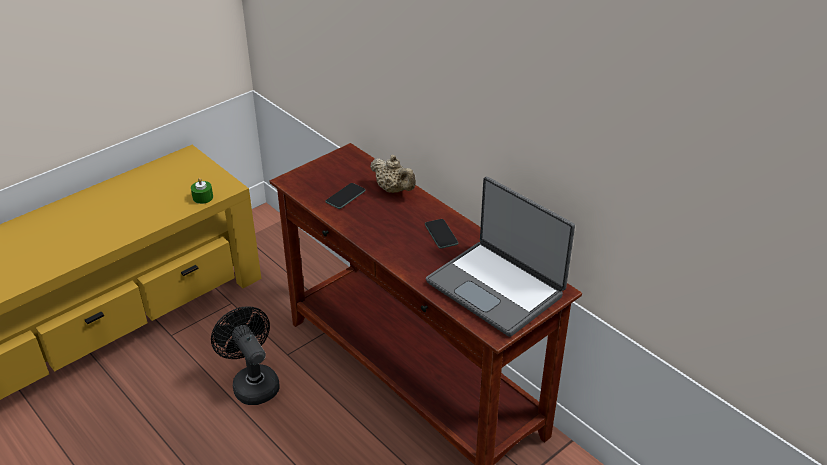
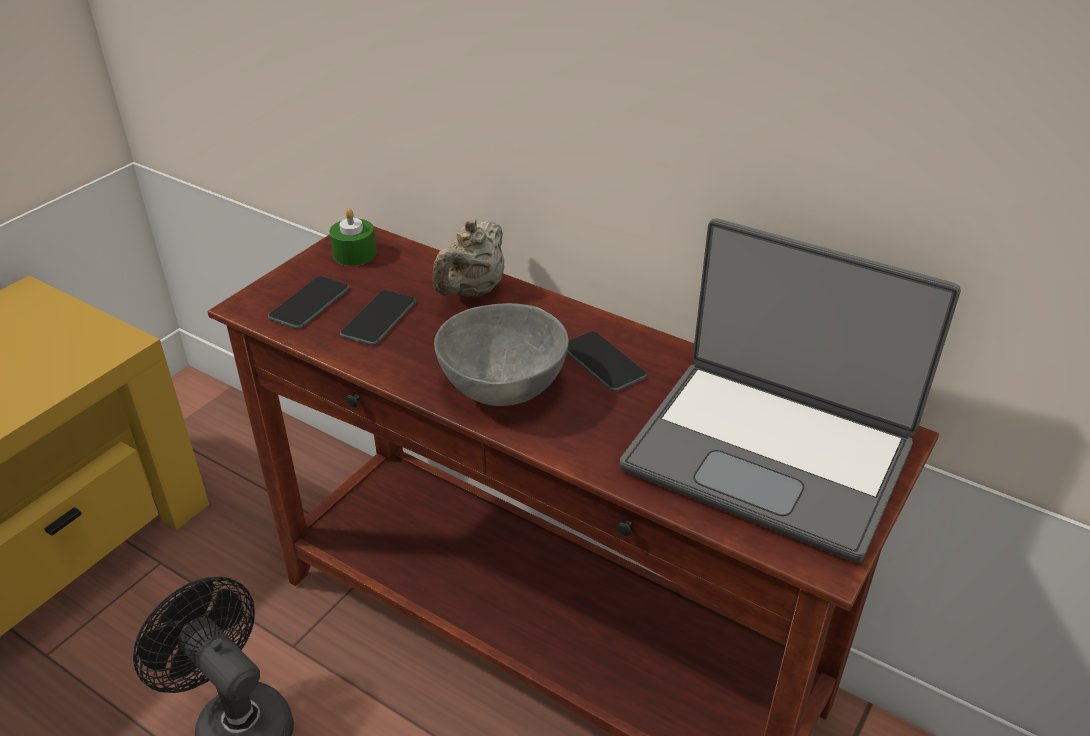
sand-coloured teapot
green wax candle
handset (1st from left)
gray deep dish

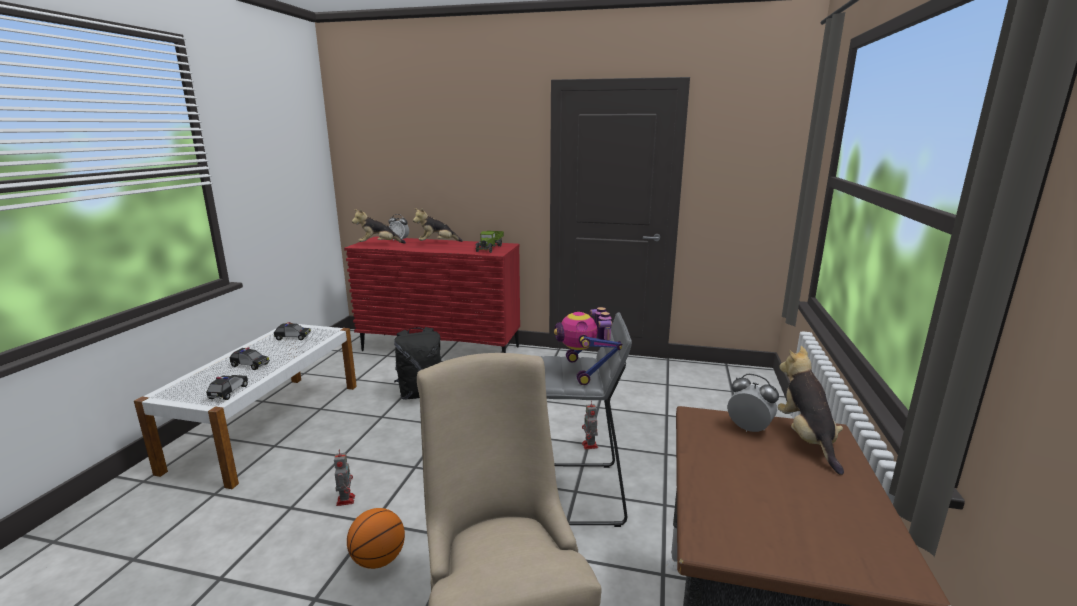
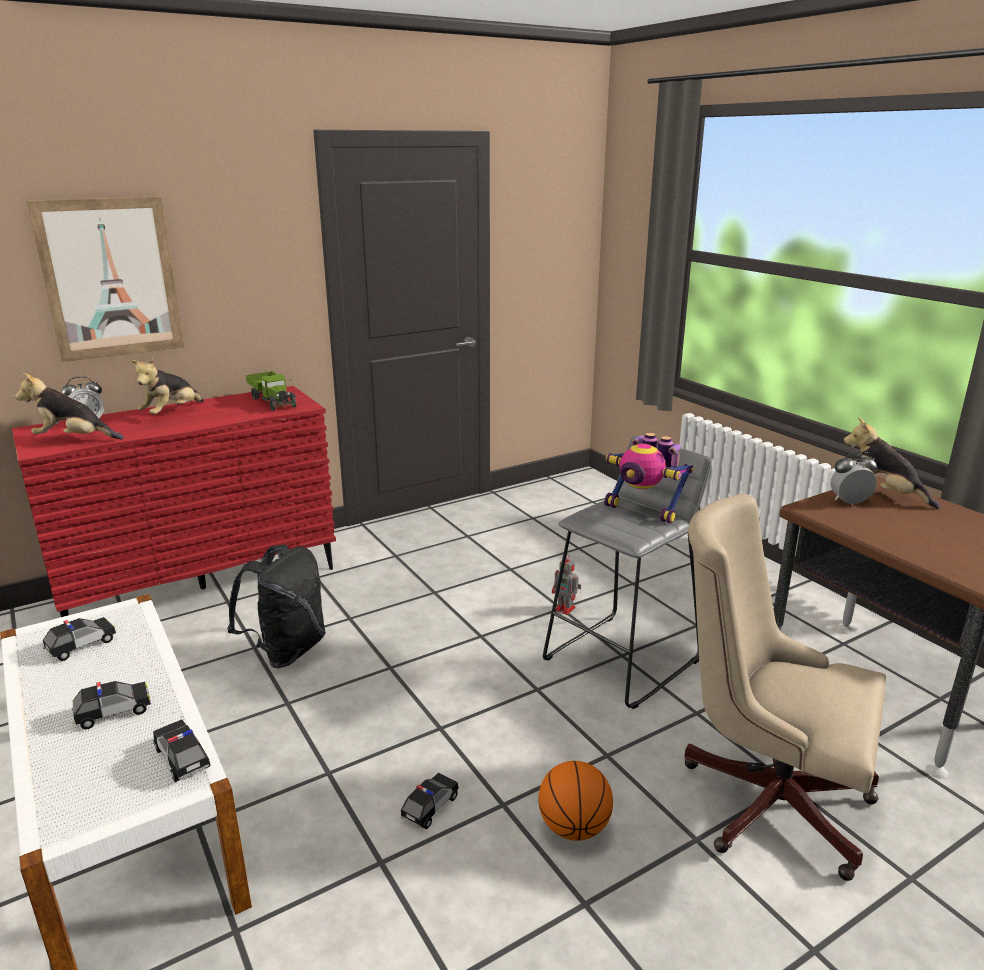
plush toy (1st from left)
model car (4th from left)
wall art

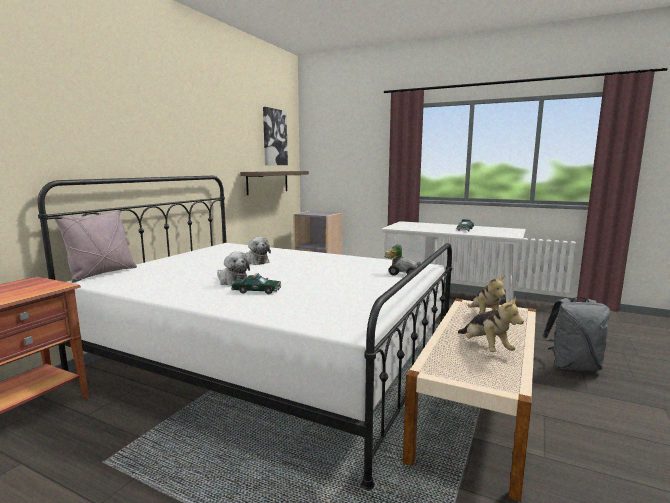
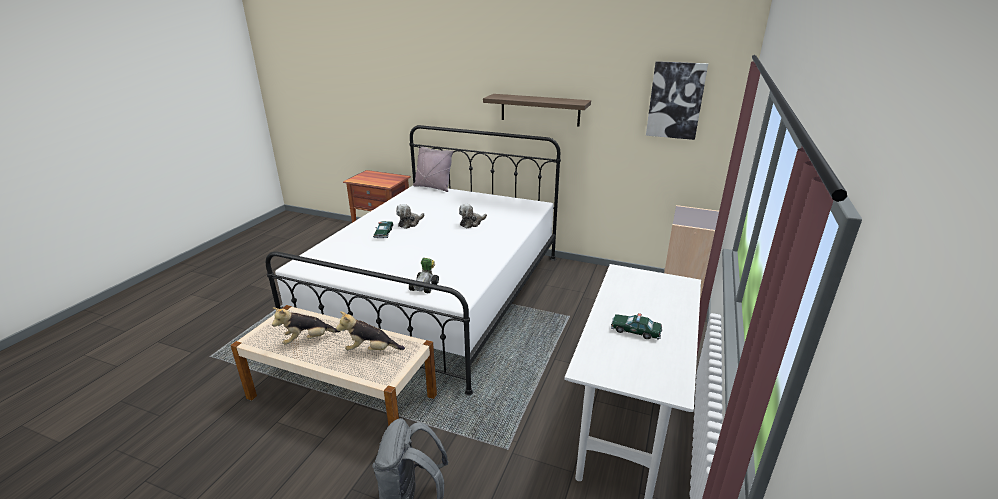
shelf

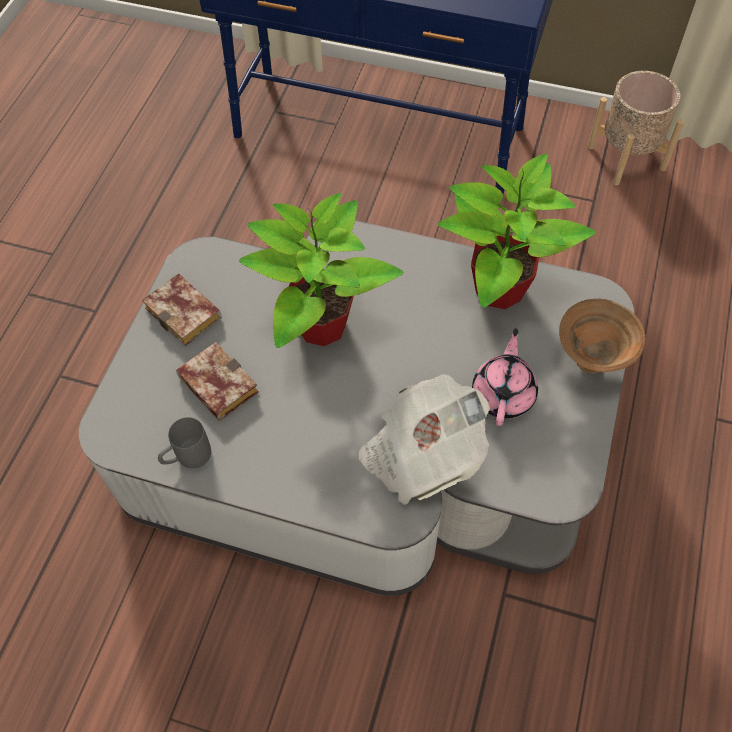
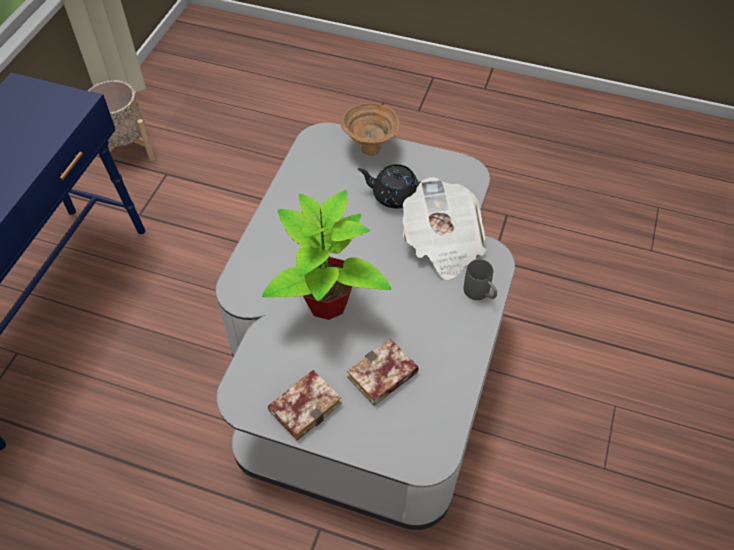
houseplant (2nd from left in the first image)
black teapot
gray tea mug

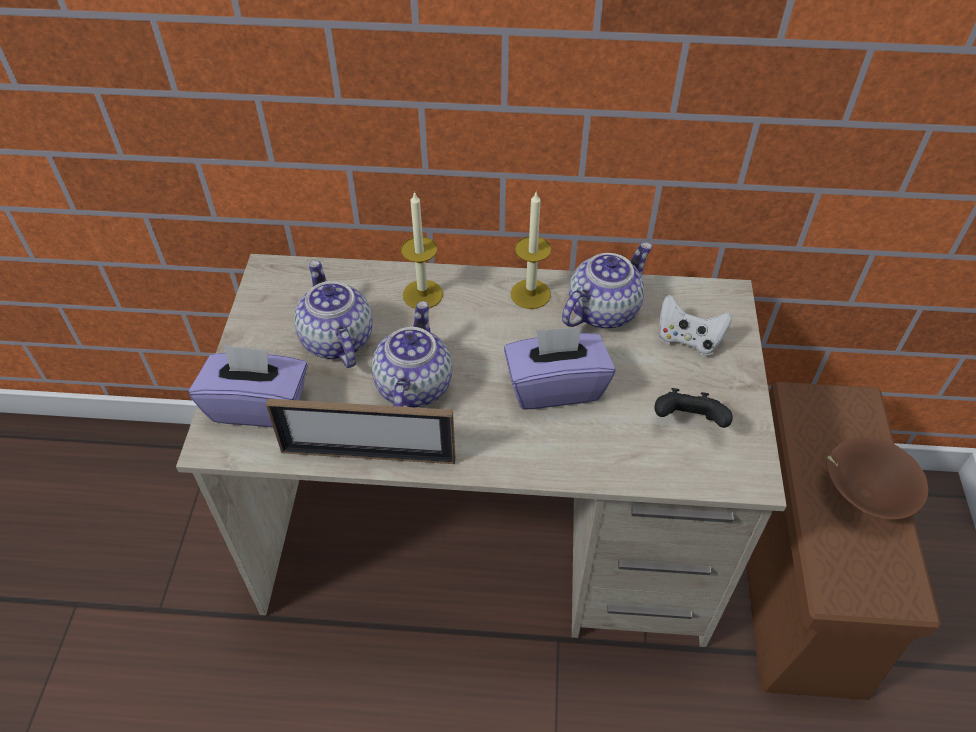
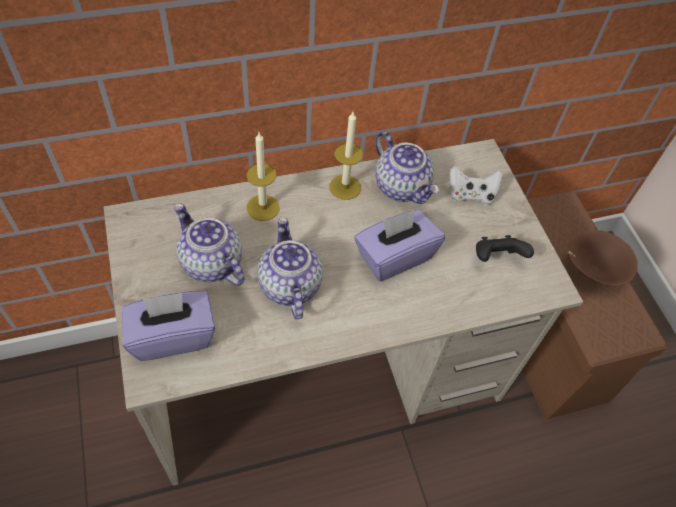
teapot (3rd from left)
photo frame

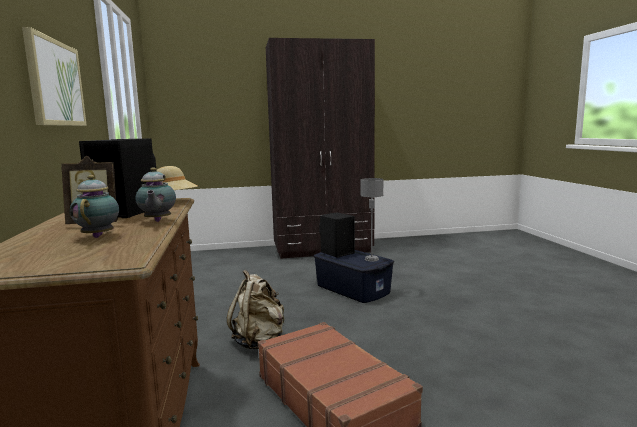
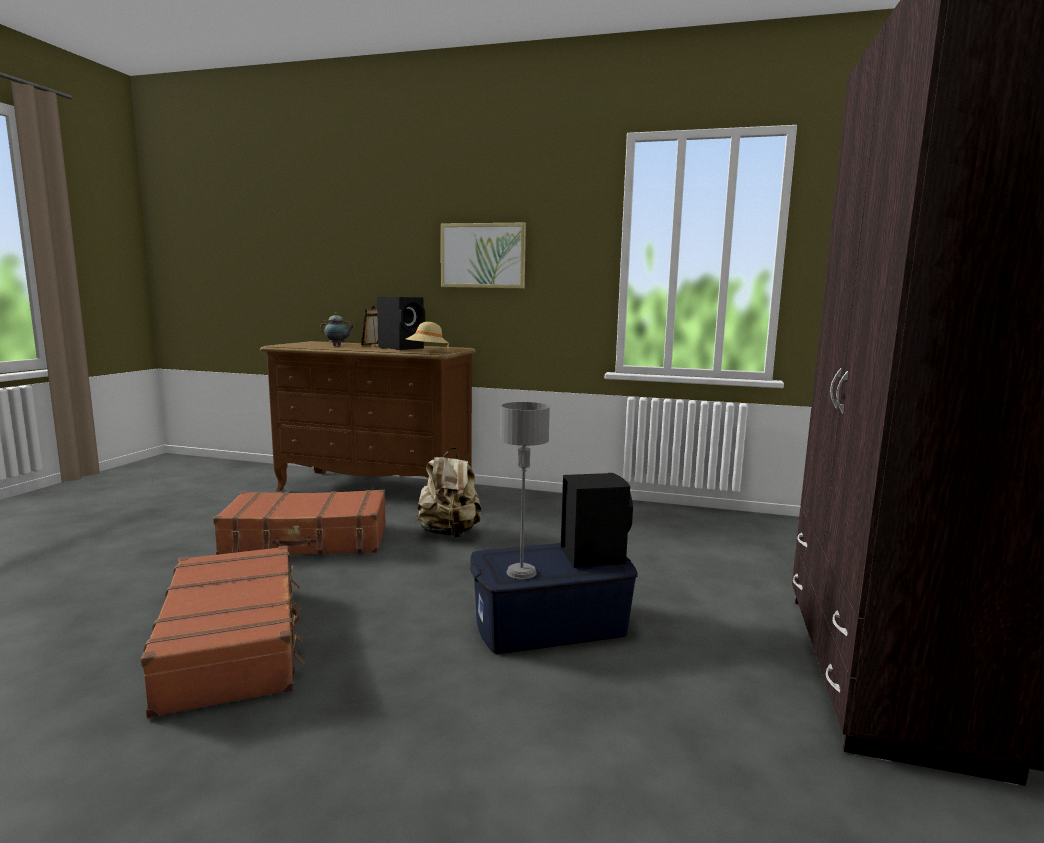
teapot (2nd from left in the first image)
brownish travel case (1st from left)

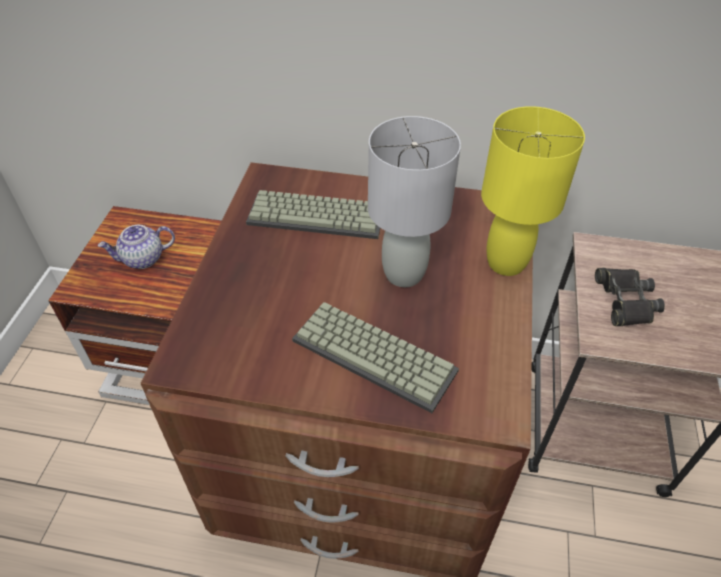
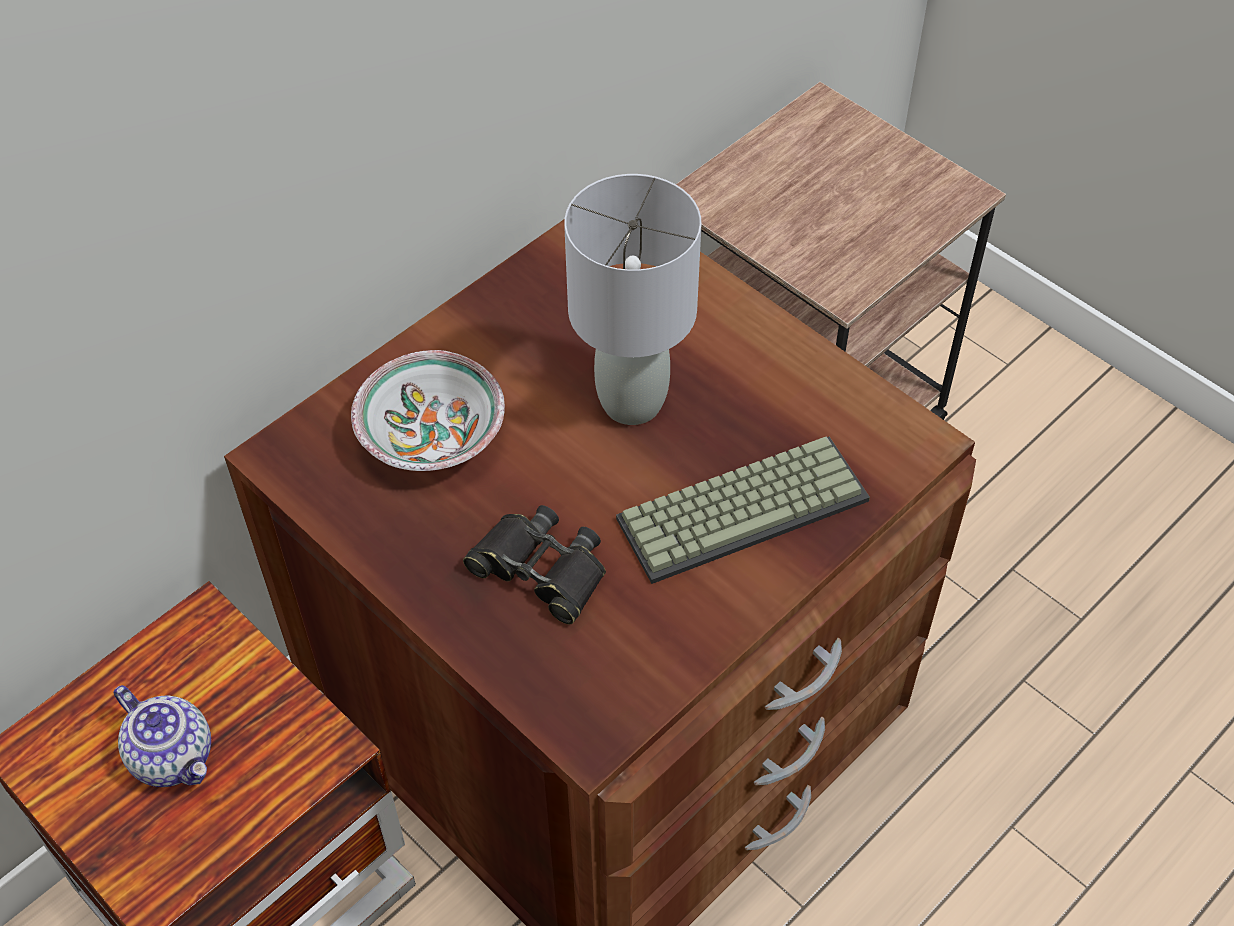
yellow-coloured lamp for a table
deep dish
teapot
black field glasses

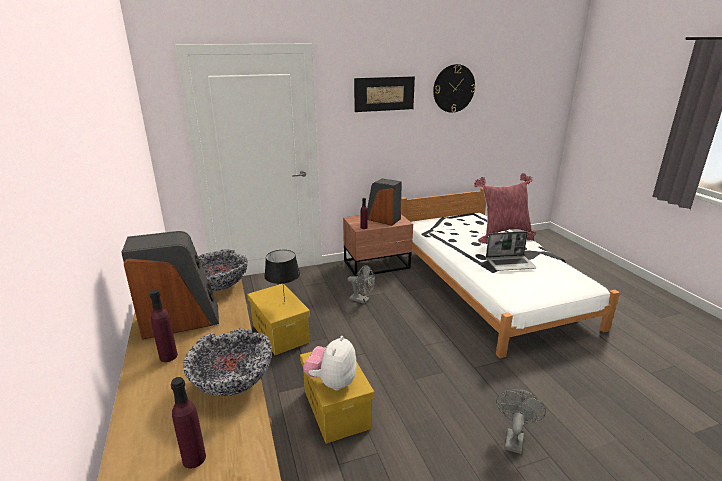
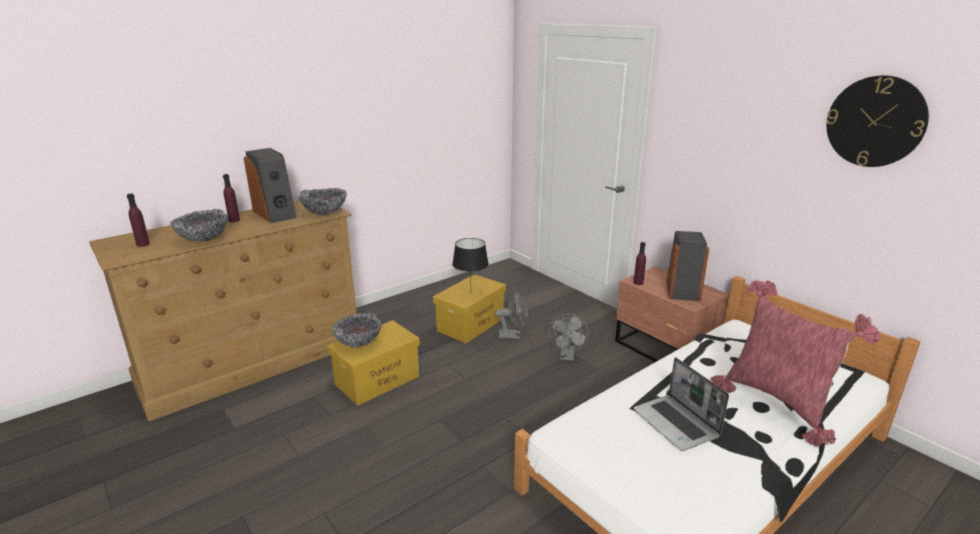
wall art
deep dish (3rd from left)
gray cooling fan (1st from left)

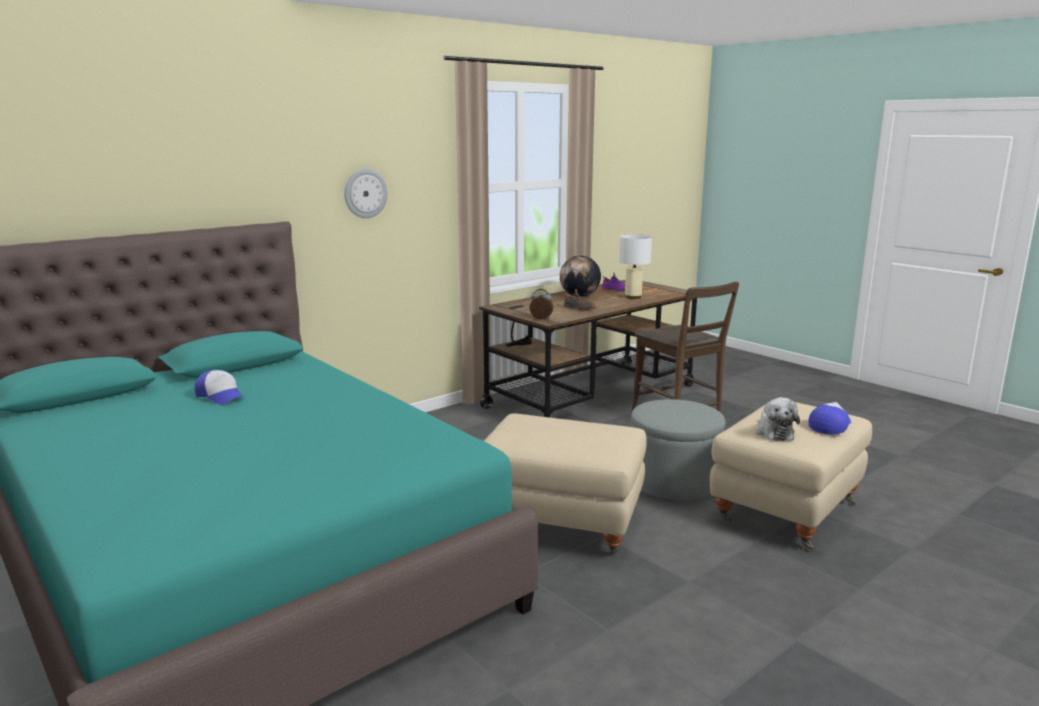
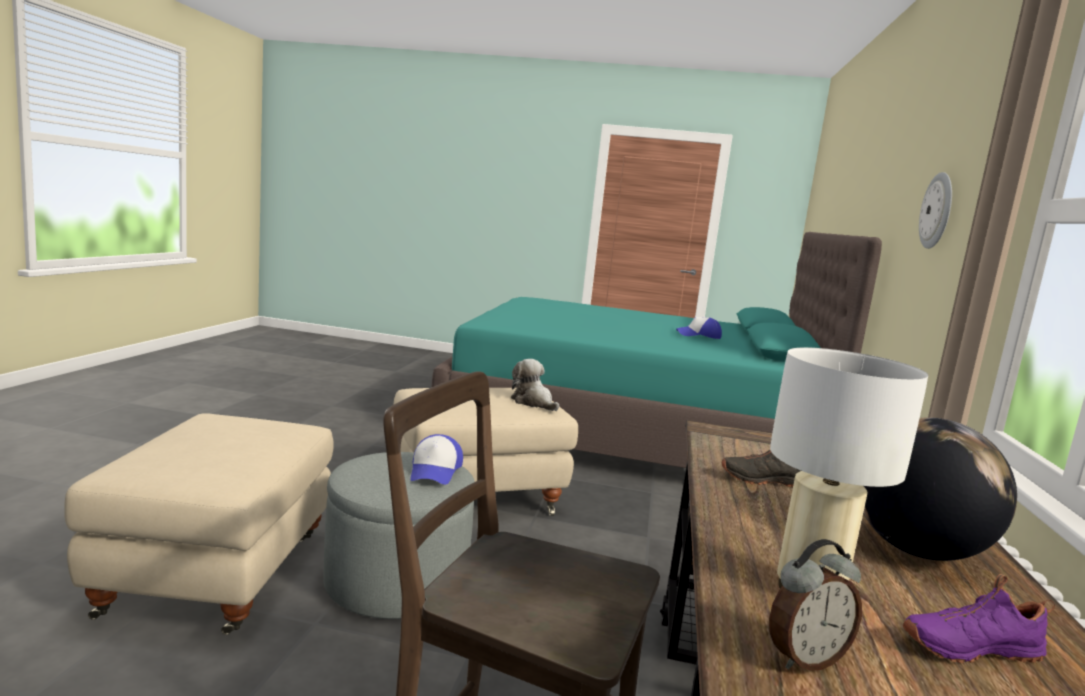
table clock
plush toy
cap (1st from left)

